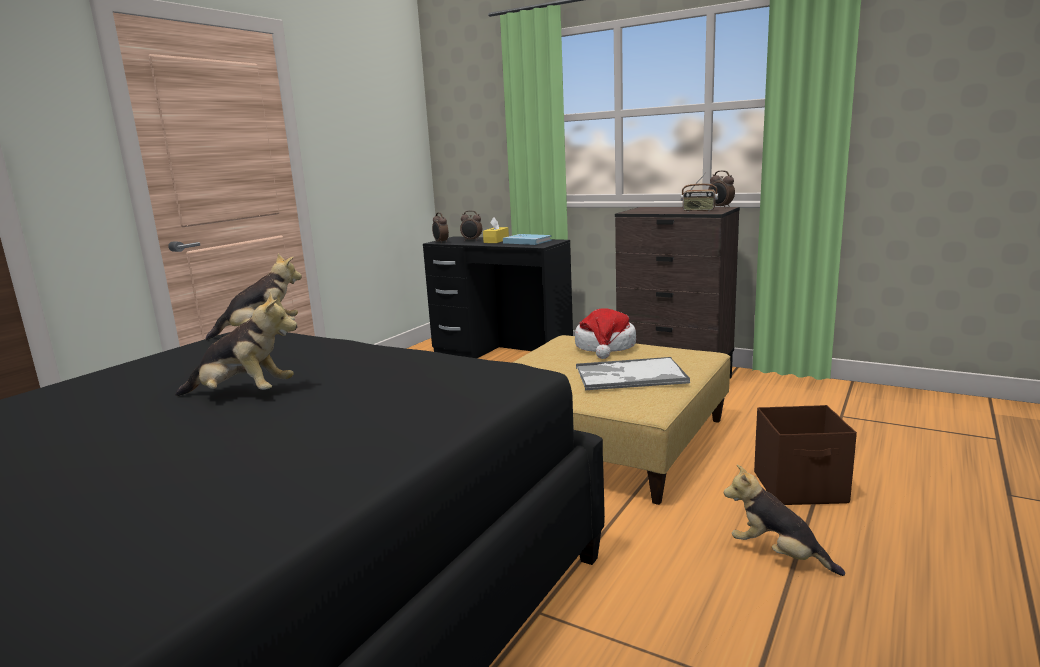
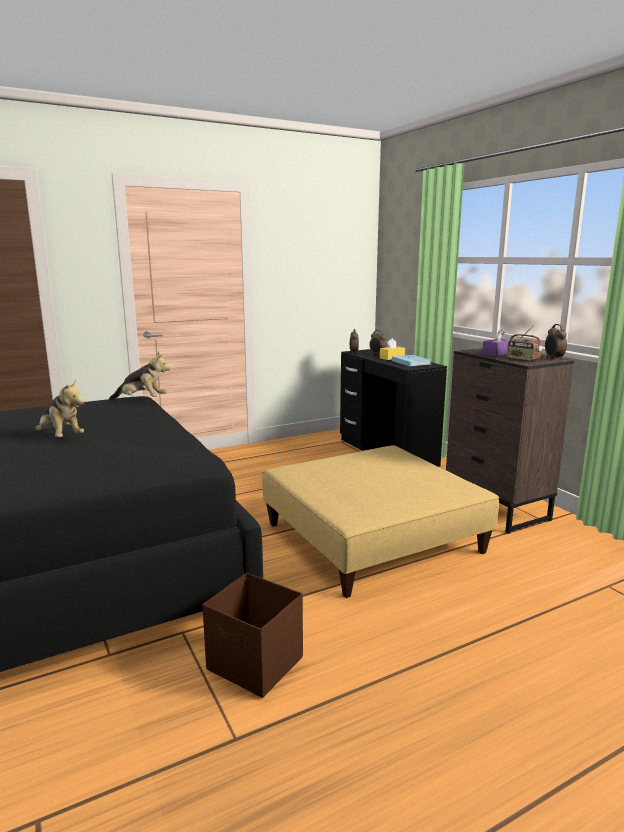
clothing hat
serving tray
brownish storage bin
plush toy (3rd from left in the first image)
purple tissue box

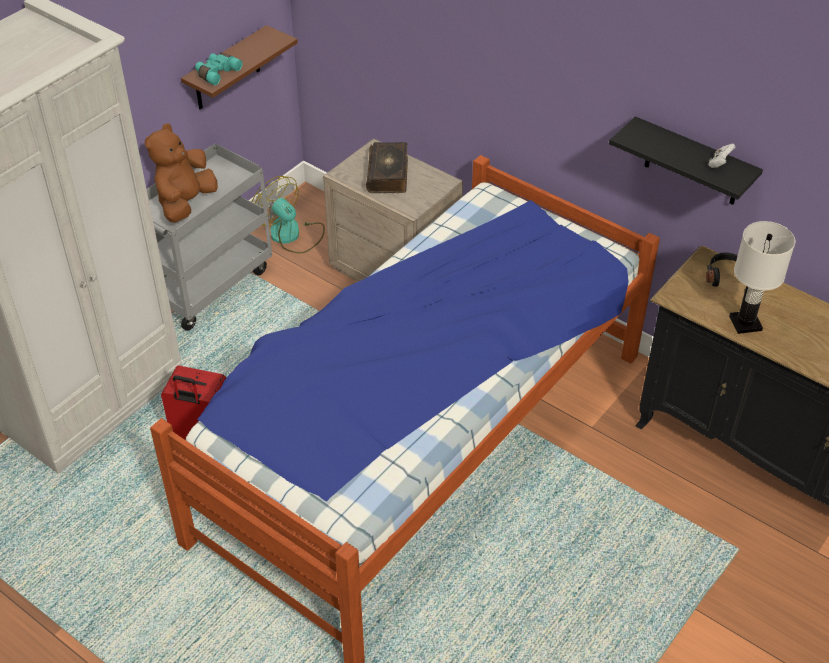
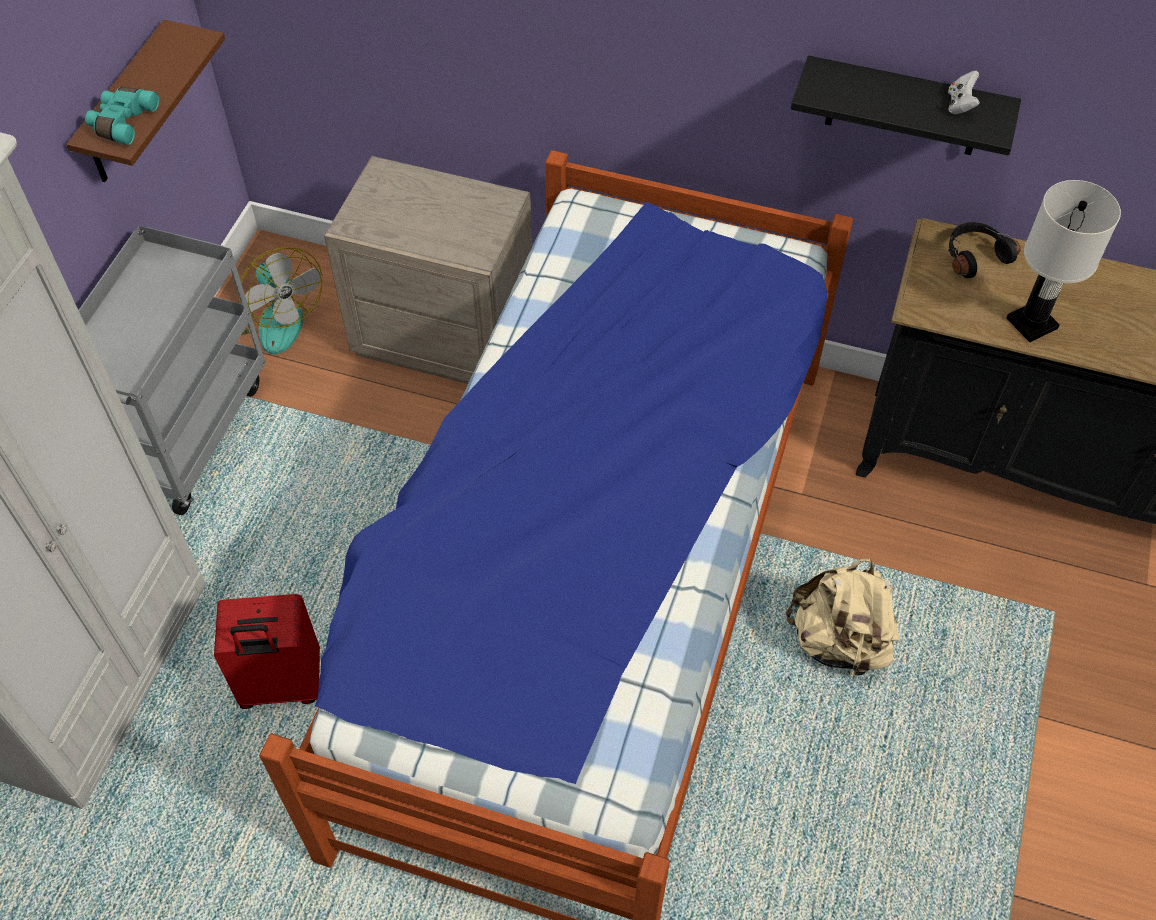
brownish plush toy
volume
cooling fan
sand-coloured rucksack

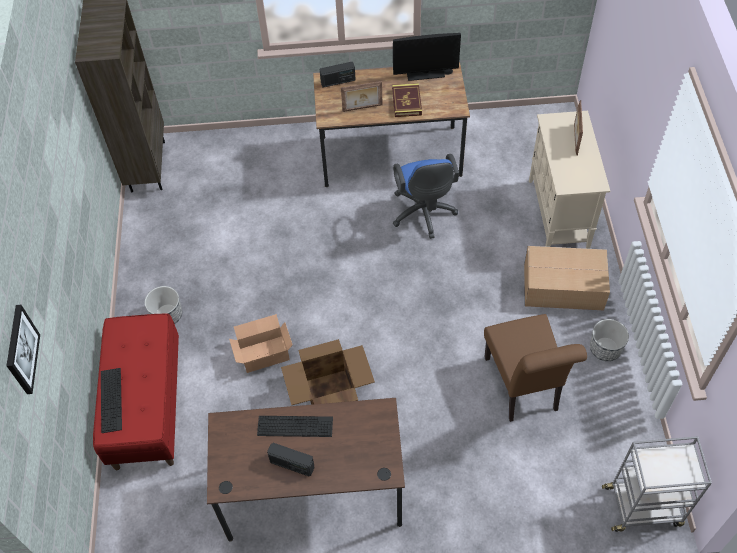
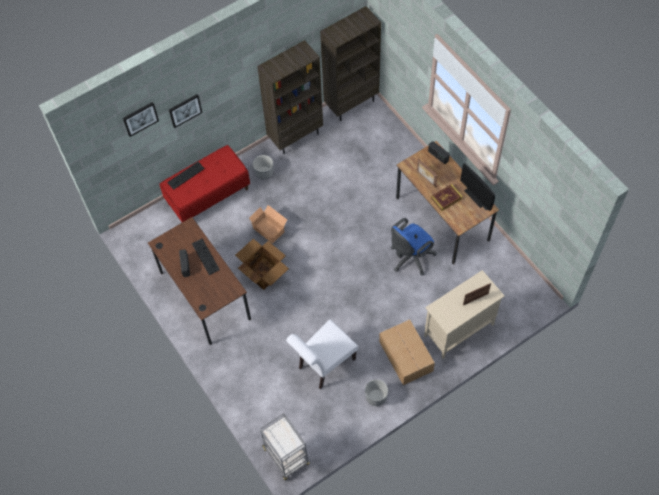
whitish upright chair
brownish bookshelf (1st from left)
wall art (2nd from left)

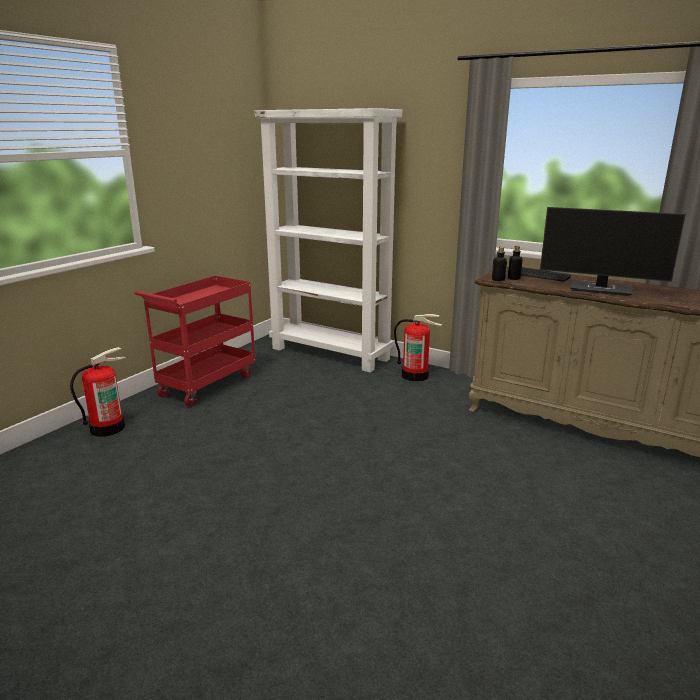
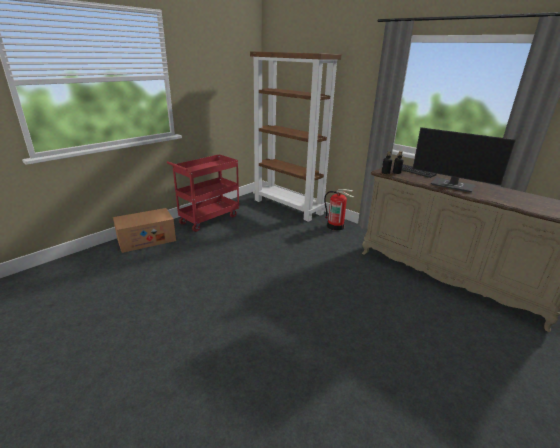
brownish bookshelf
packing box

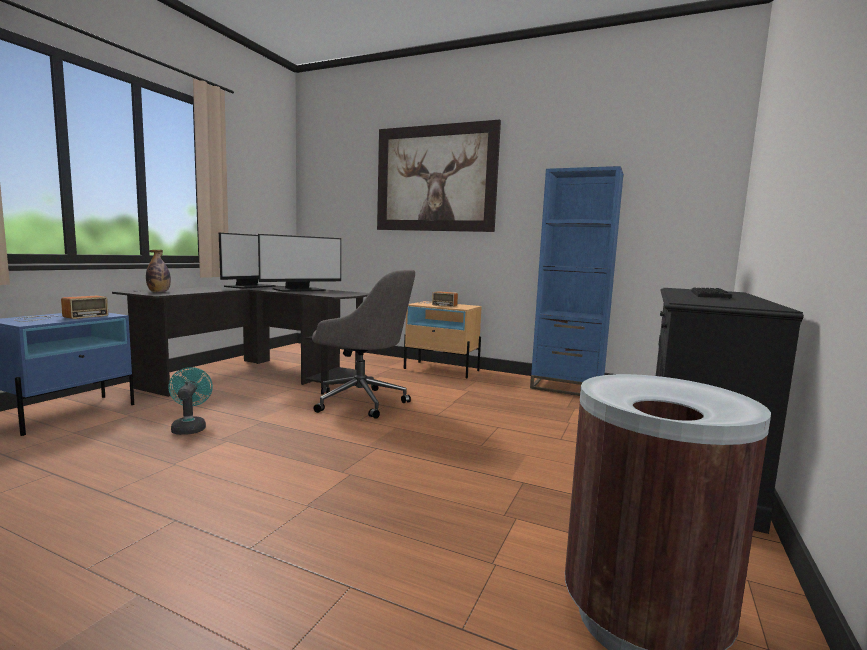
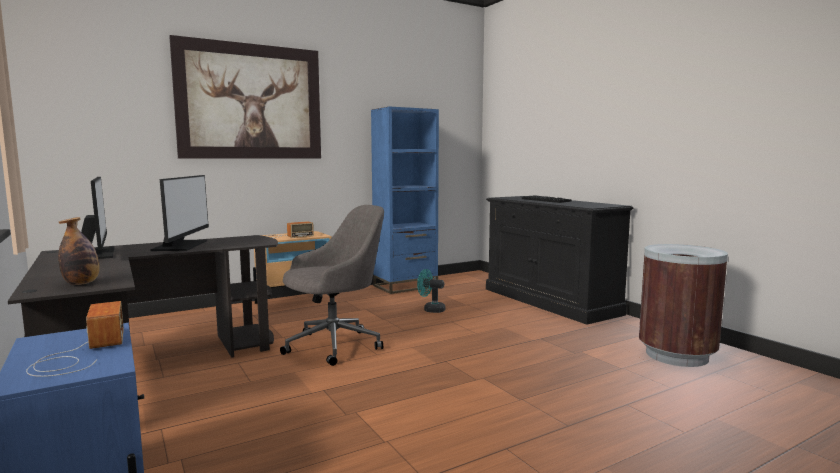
turquoise-coloured cooling fan

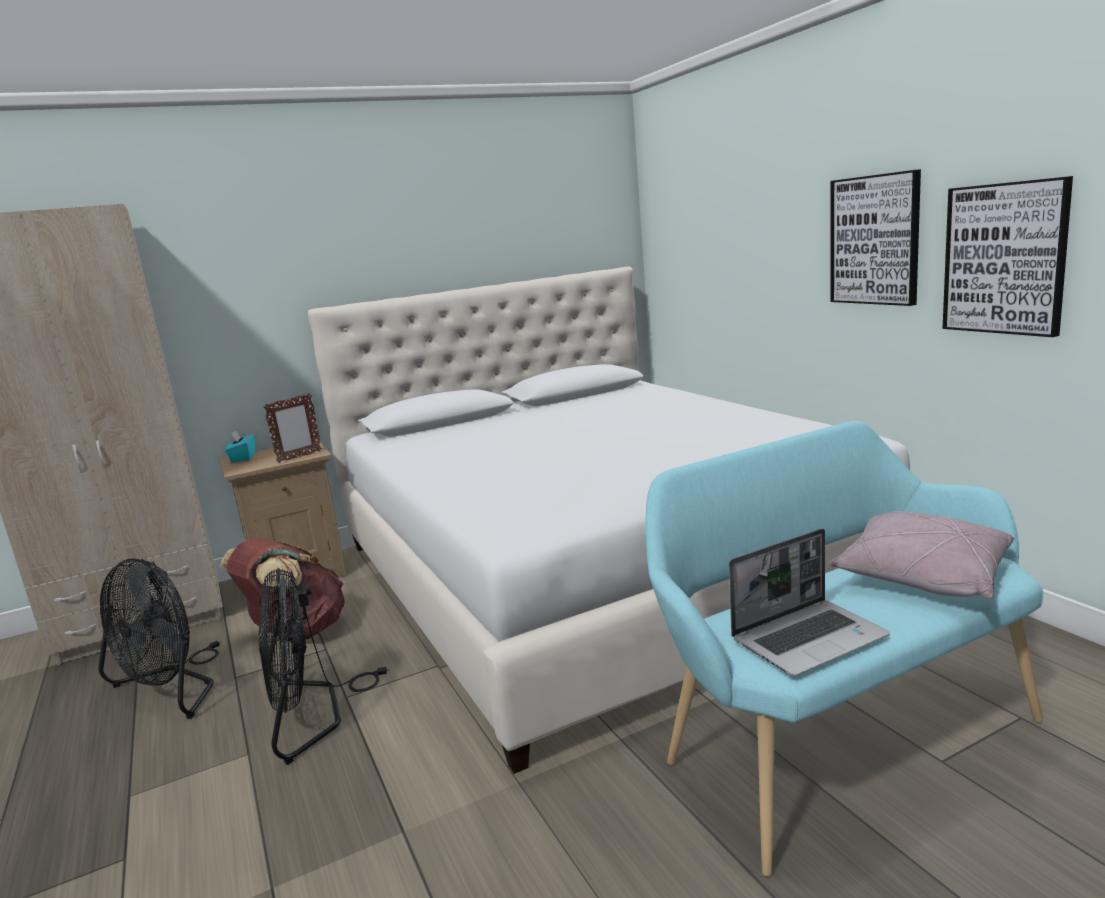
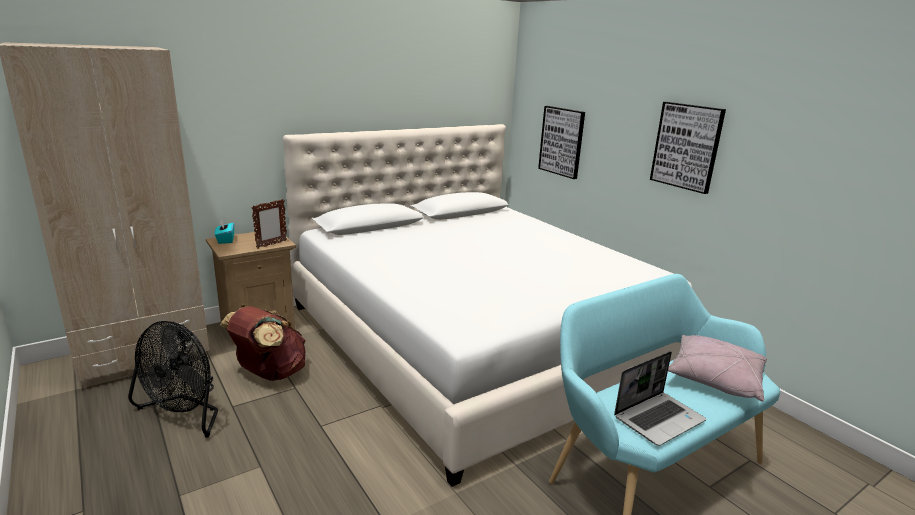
wall art (1st from left)
black cooling fan (2nd from left in the first image)

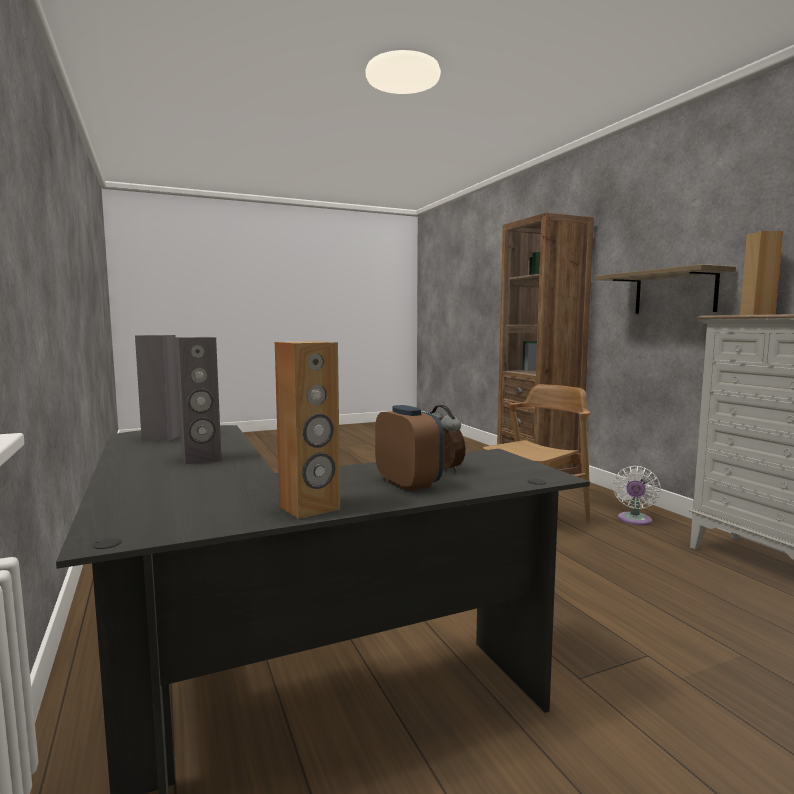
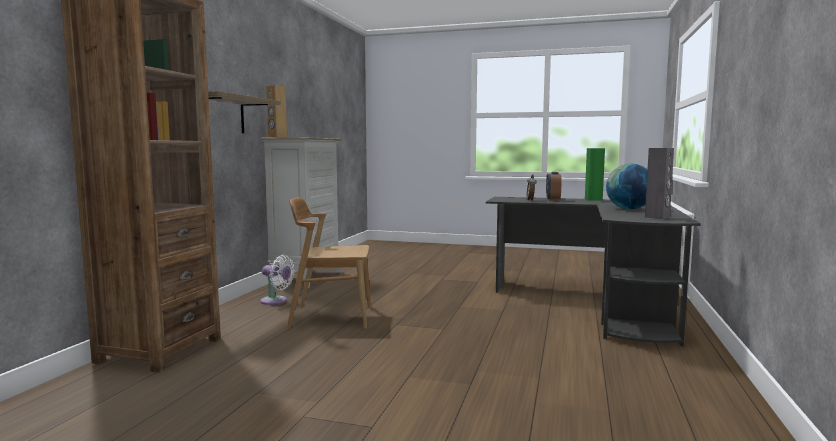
desk globe
green loudspeaker
whitish cooling fan

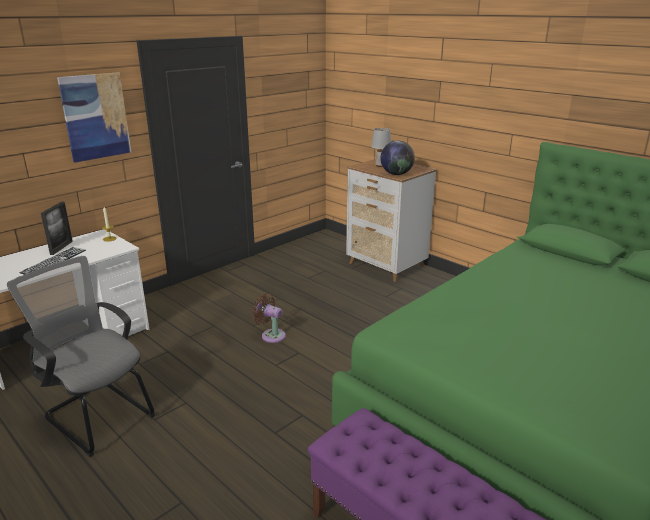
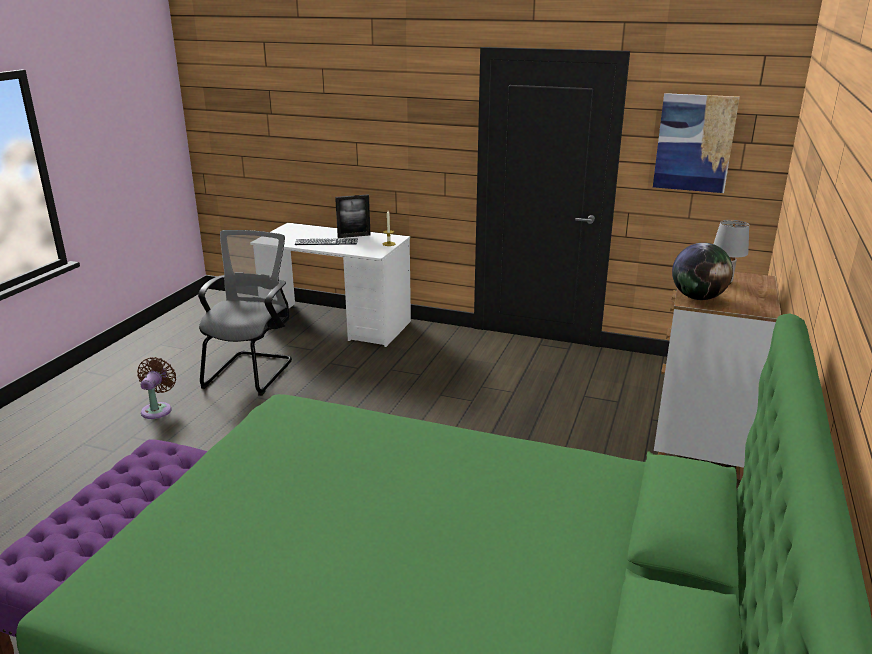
wall art
brownish cooling fan

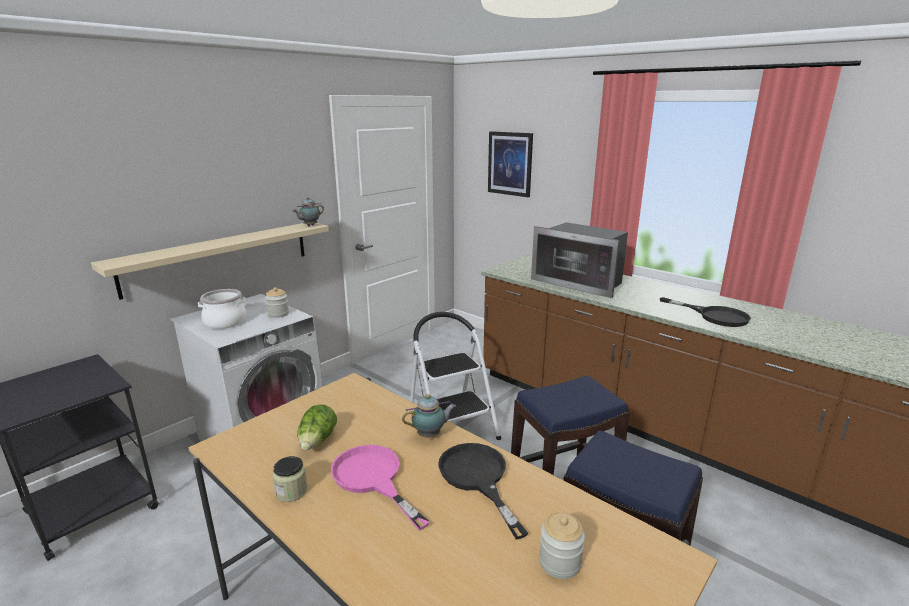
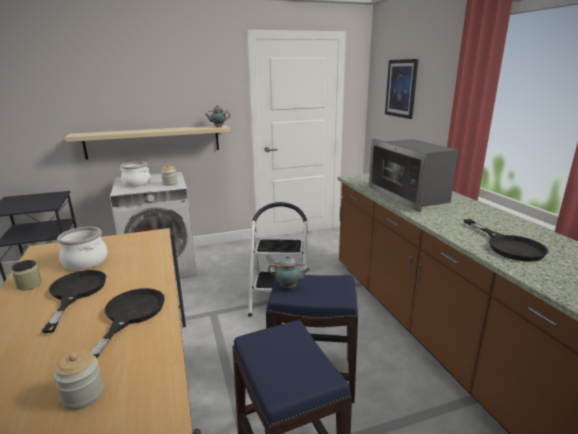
teapot (2nd from left)
cooking pot (1st from left)
black frying pan (1st from left)

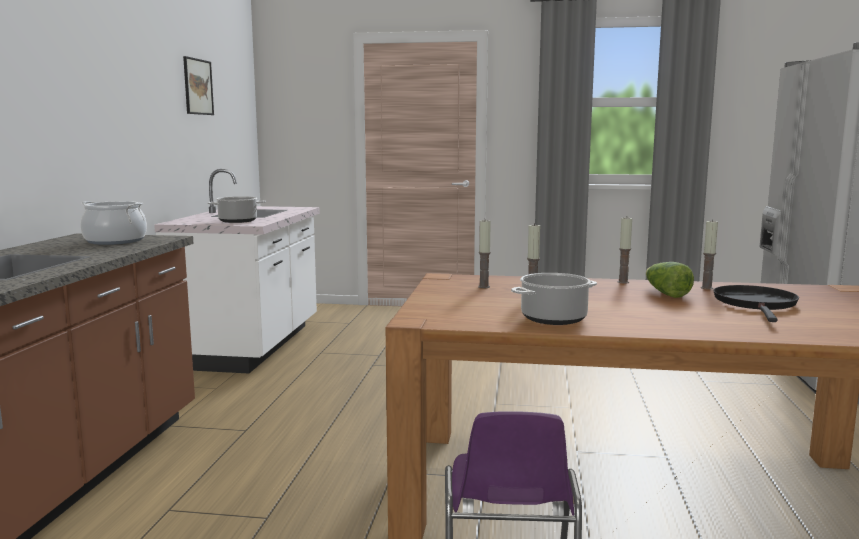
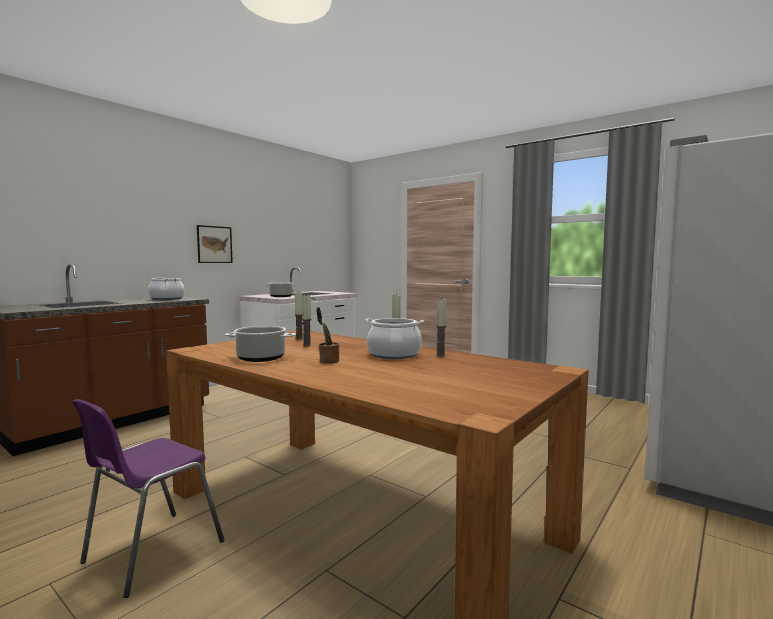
wall art
cooking pot (4th from left)
black frying pan
houseplant

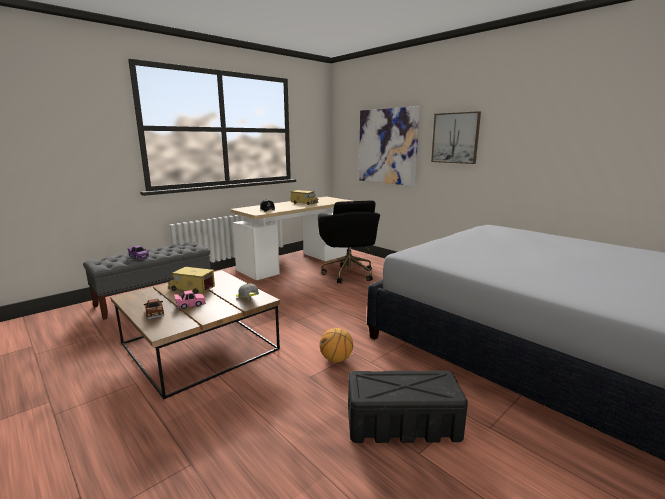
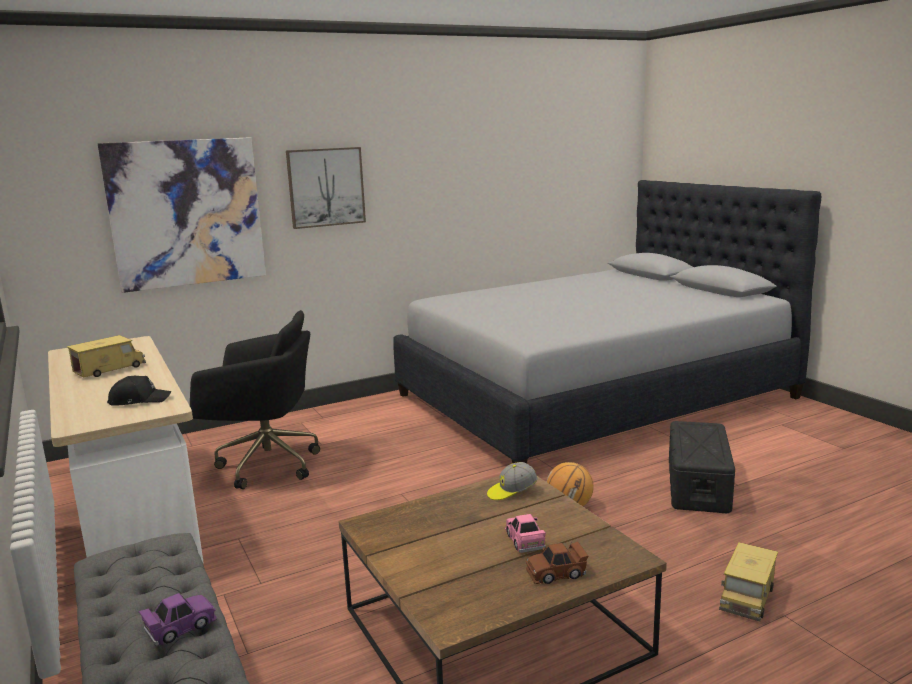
toy lorry (2nd from left)

